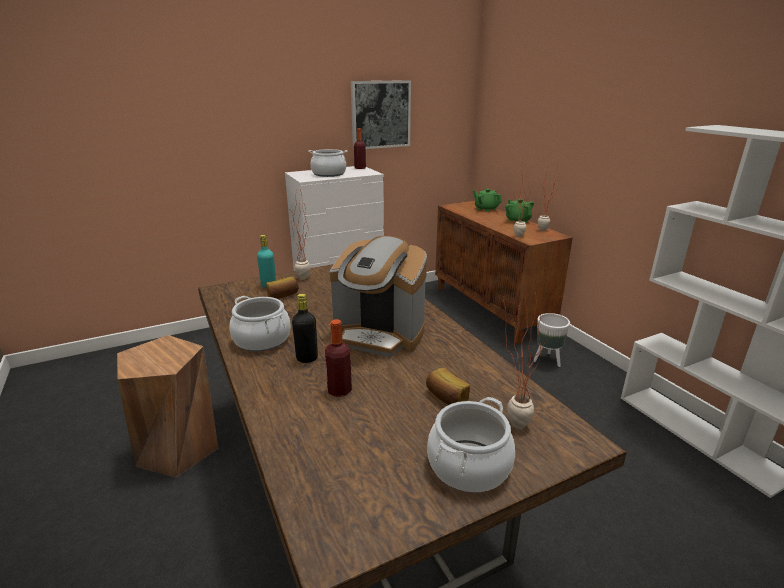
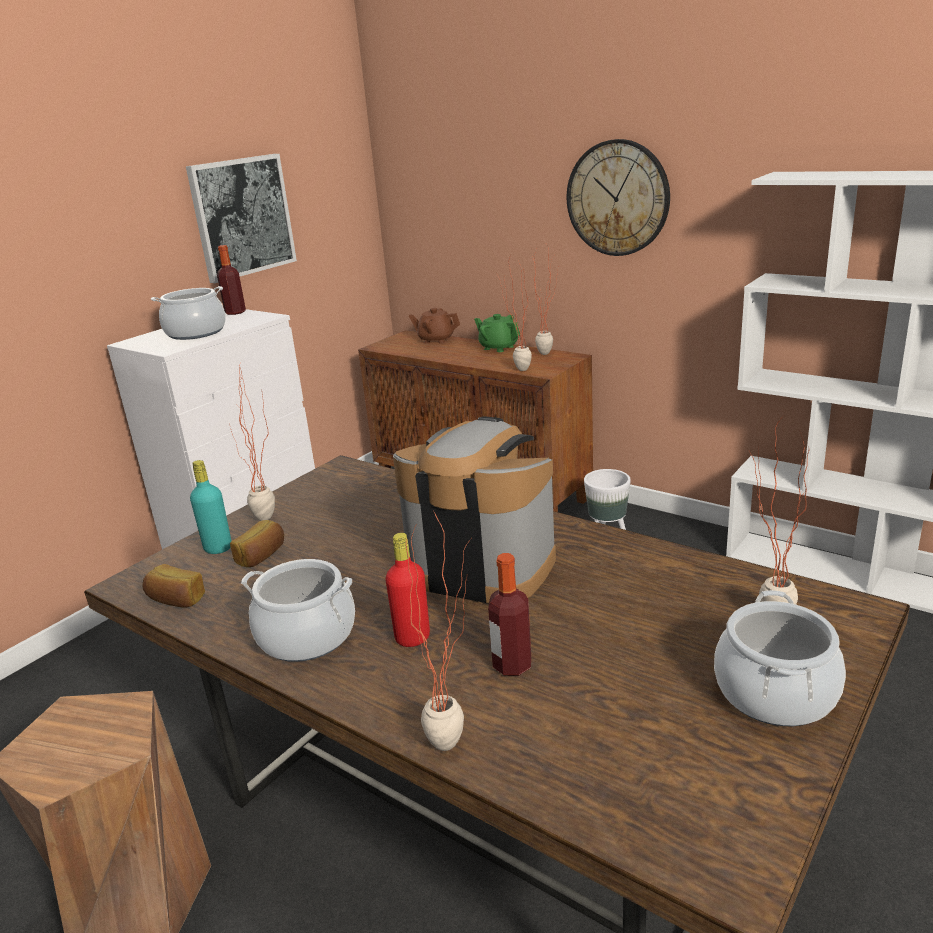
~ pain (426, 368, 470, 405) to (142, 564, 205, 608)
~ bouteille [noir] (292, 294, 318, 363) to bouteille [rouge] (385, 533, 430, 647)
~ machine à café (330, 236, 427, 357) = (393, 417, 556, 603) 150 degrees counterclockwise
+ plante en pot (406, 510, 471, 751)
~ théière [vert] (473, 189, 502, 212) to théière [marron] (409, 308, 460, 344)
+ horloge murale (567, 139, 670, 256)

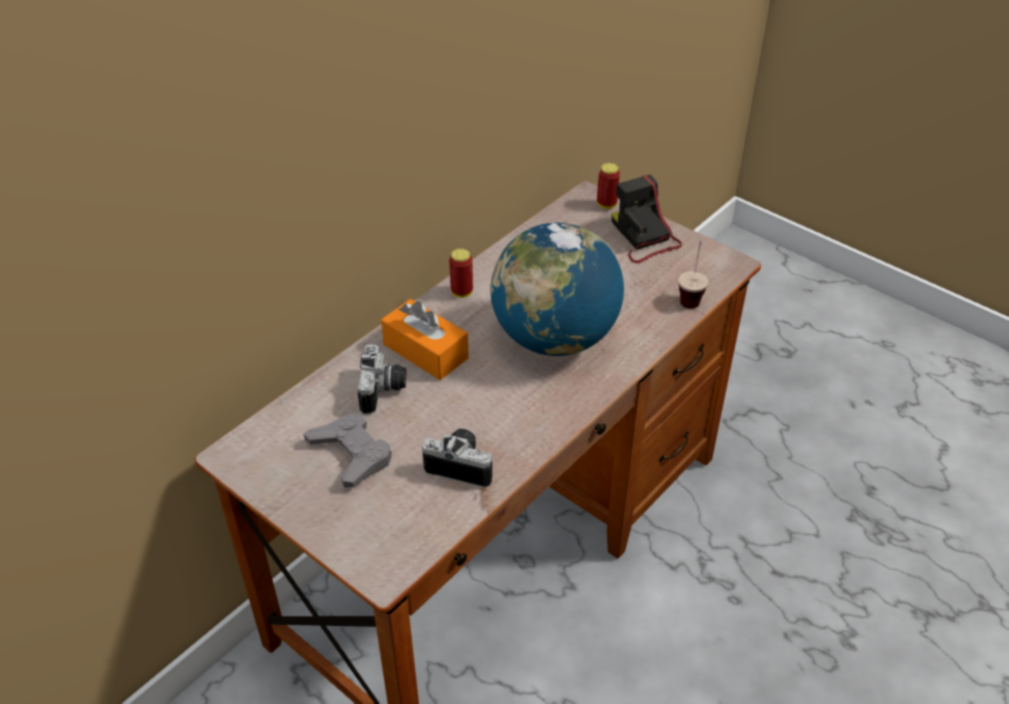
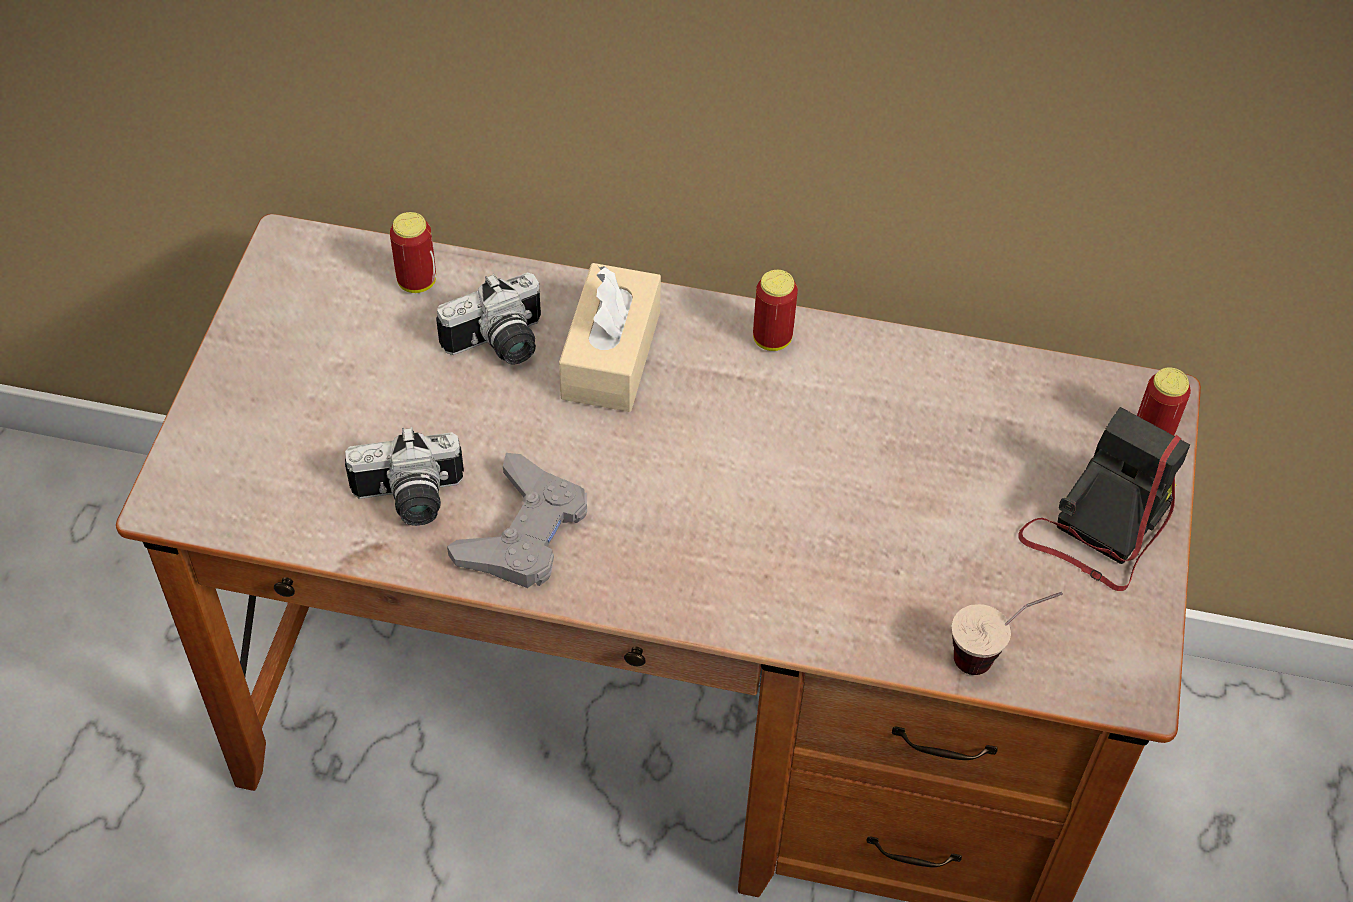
~ appareil photo (422, 429, 492, 488) = (345, 427, 464, 526) 90 degrees clockwise
+ boîte métallique (390, 212, 436, 293)
~ manette [gris] (304, 412, 392, 488) to (447, 453, 587, 588)
~ boîte à mouchoirs [orange] (381, 299, 469, 380) to boîte à mouchoirs [beige] (559, 263, 661, 412)
- globe (490, 223, 624, 356)

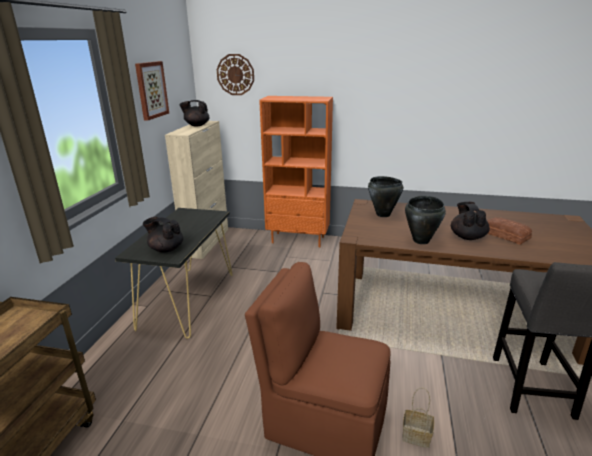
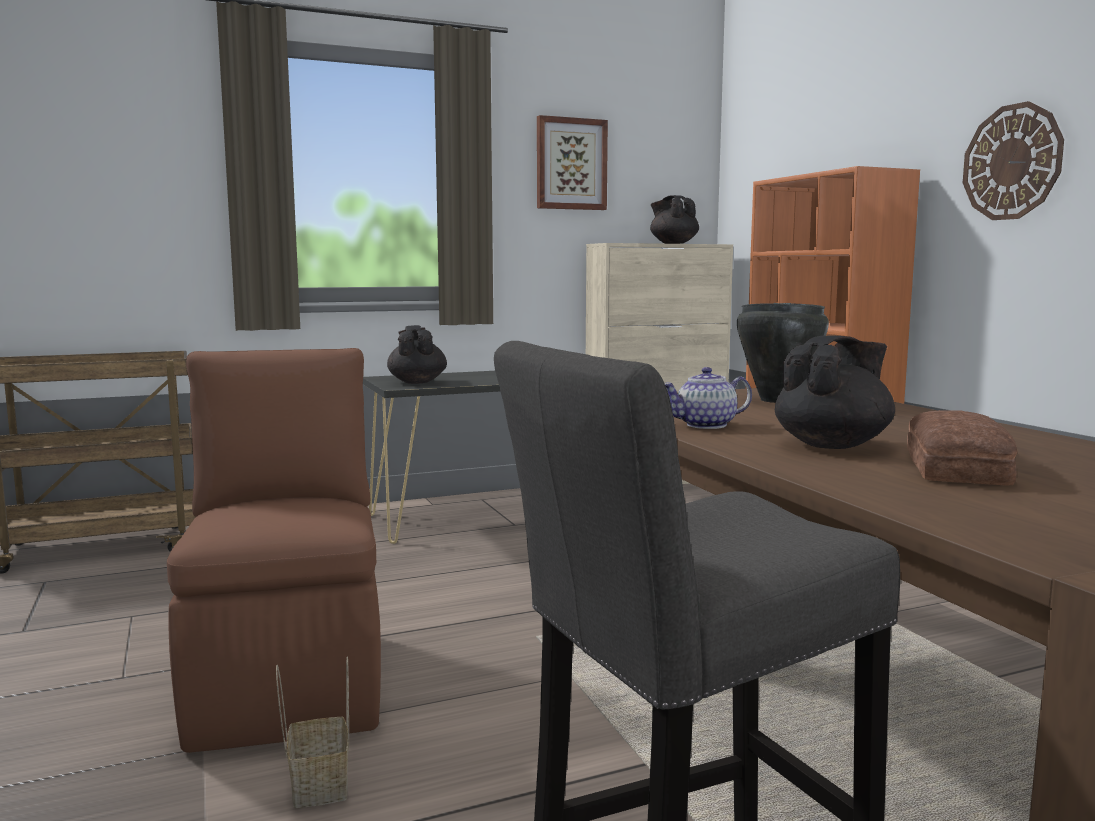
~ marmite [noir] (405, 196, 446, 244) to théière (664, 367, 752, 429)
~ horloge murale (217, 54, 254, 95) to (963, 101, 1064, 220)

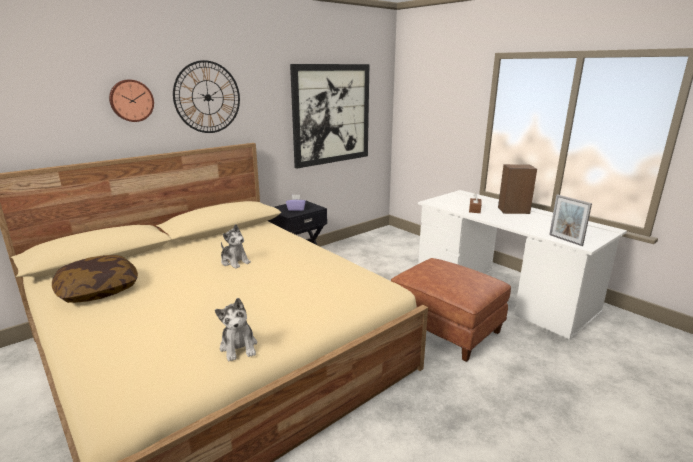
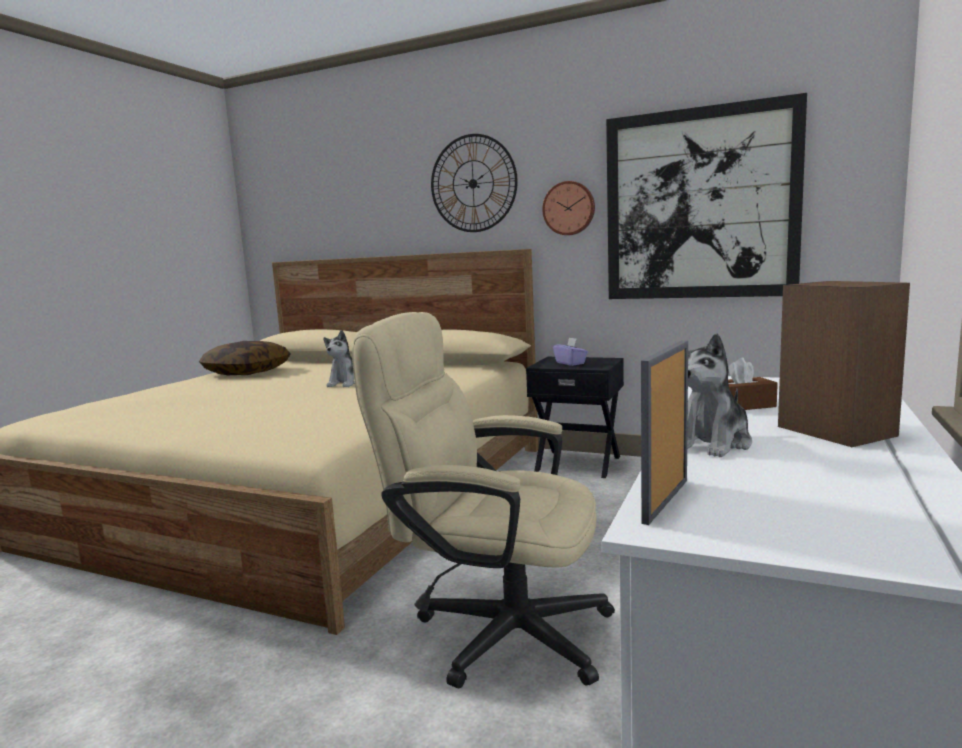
~ pouf [marron] (391, 258, 511, 362) to chaise de bureau [beige] (352, 312, 615, 688)
~ horloge murale (109, 80, 154, 122) to (542, 181, 595, 235)
~ peluche (215, 298, 257, 362) to (687, 333, 752, 457)

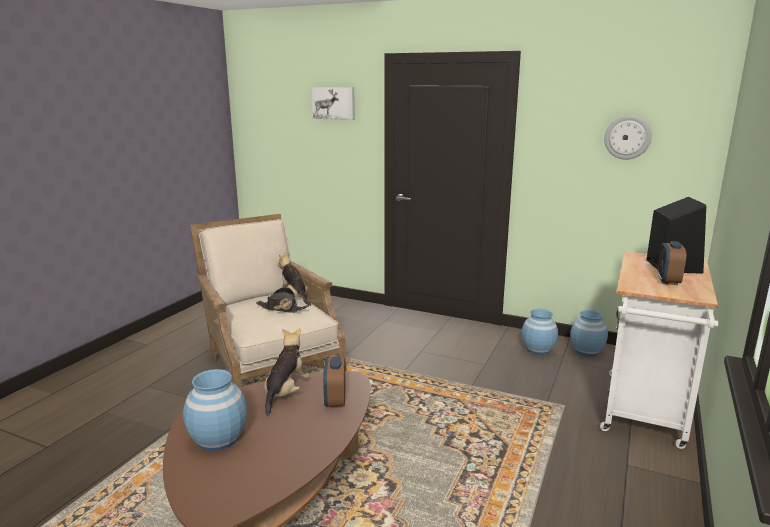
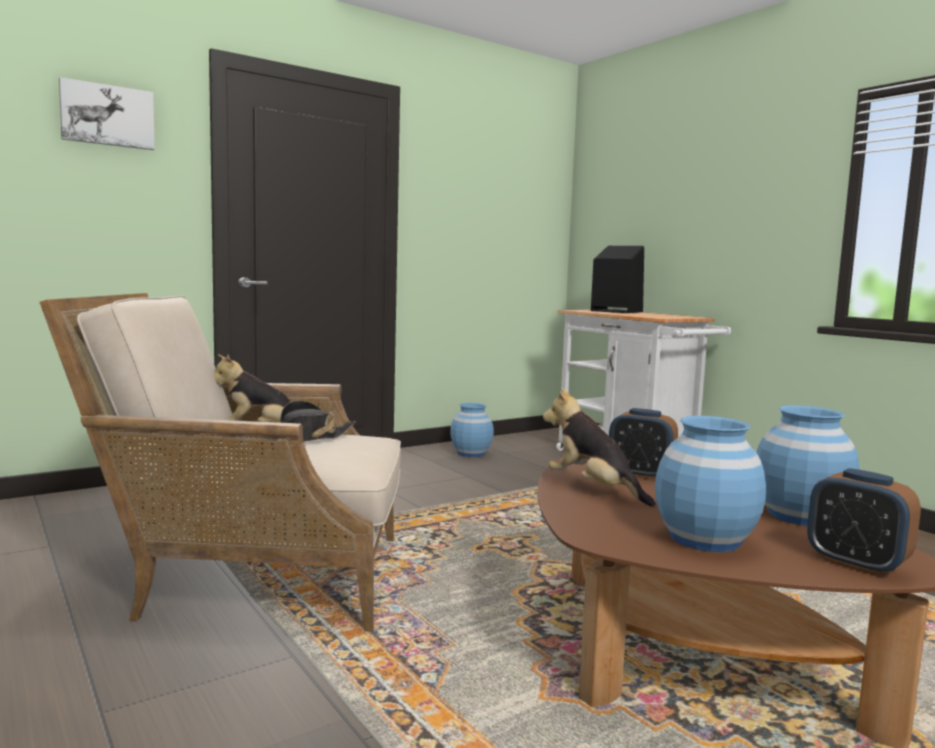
~ vase [bleu] (570, 310, 608, 356) to (756, 405, 860, 526)
~ réveil (658, 241, 686, 285) to (807, 468, 921, 576)
- horloge murale (604, 115, 652, 160)

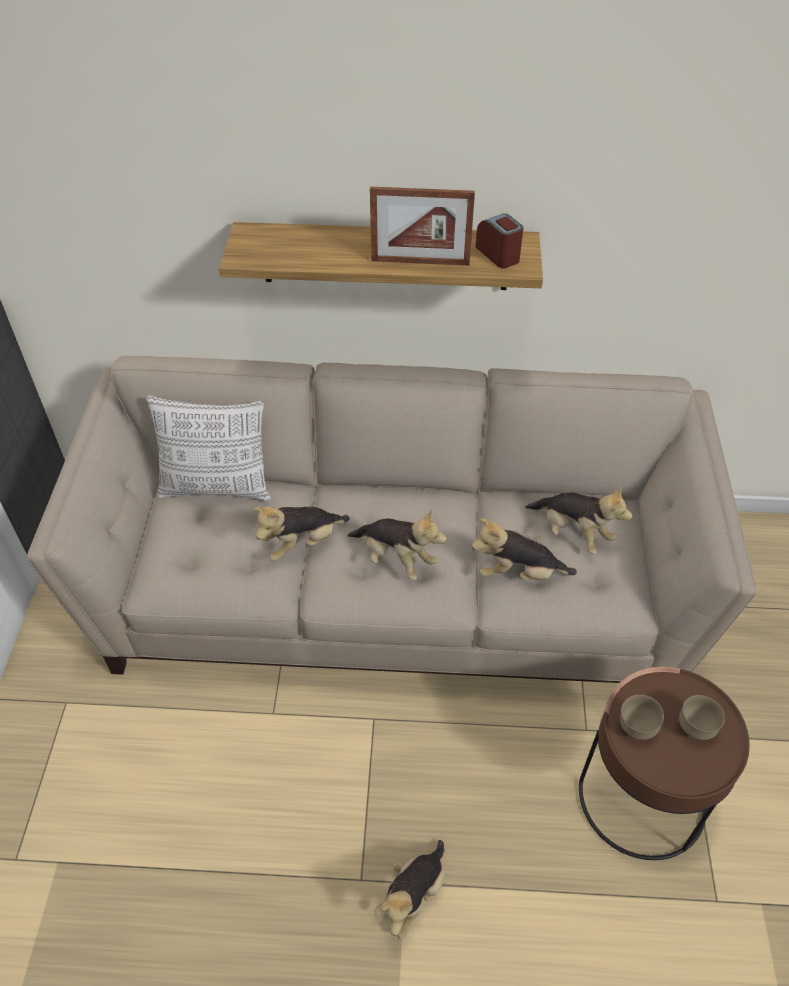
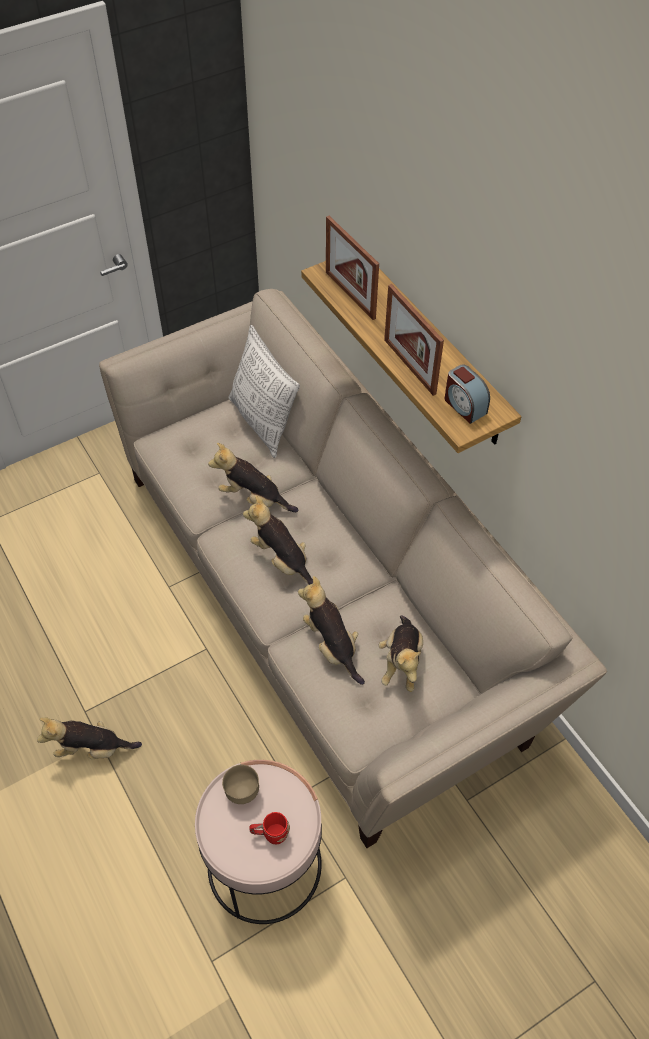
~ table d'appoint [marron] (579, 667, 750, 860) to table d'appoint [rose] (195, 760, 322, 924)
~ peluche (347, 509, 447, 581) = (243, 496, 313, 585) 135 degrees clockwise
~ bol [marron] (679, 695, 725, 740) to mug [rouge] (250, 812, 290, 845)
+ cadre photo (326, 216, 379, 320)
~ réveil (476, 213, 523, 269) = (445, 364, 490, 424) 120 degrees clockwise

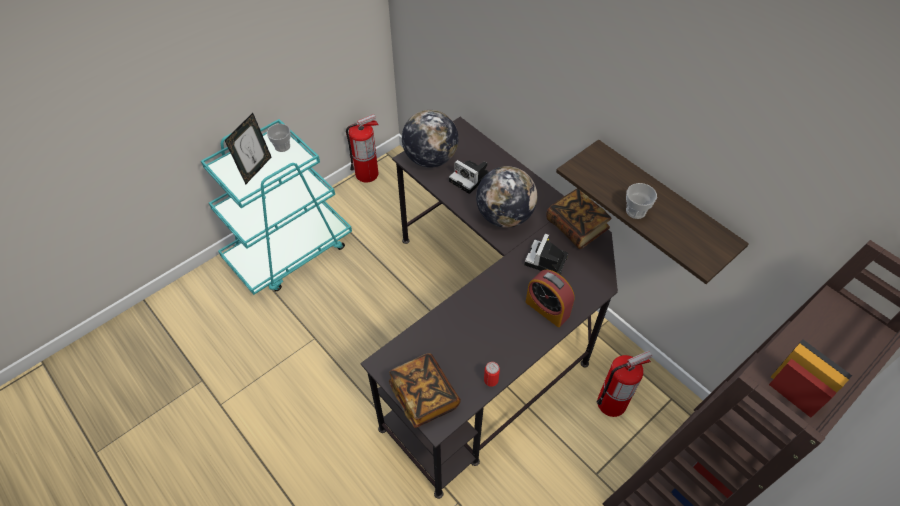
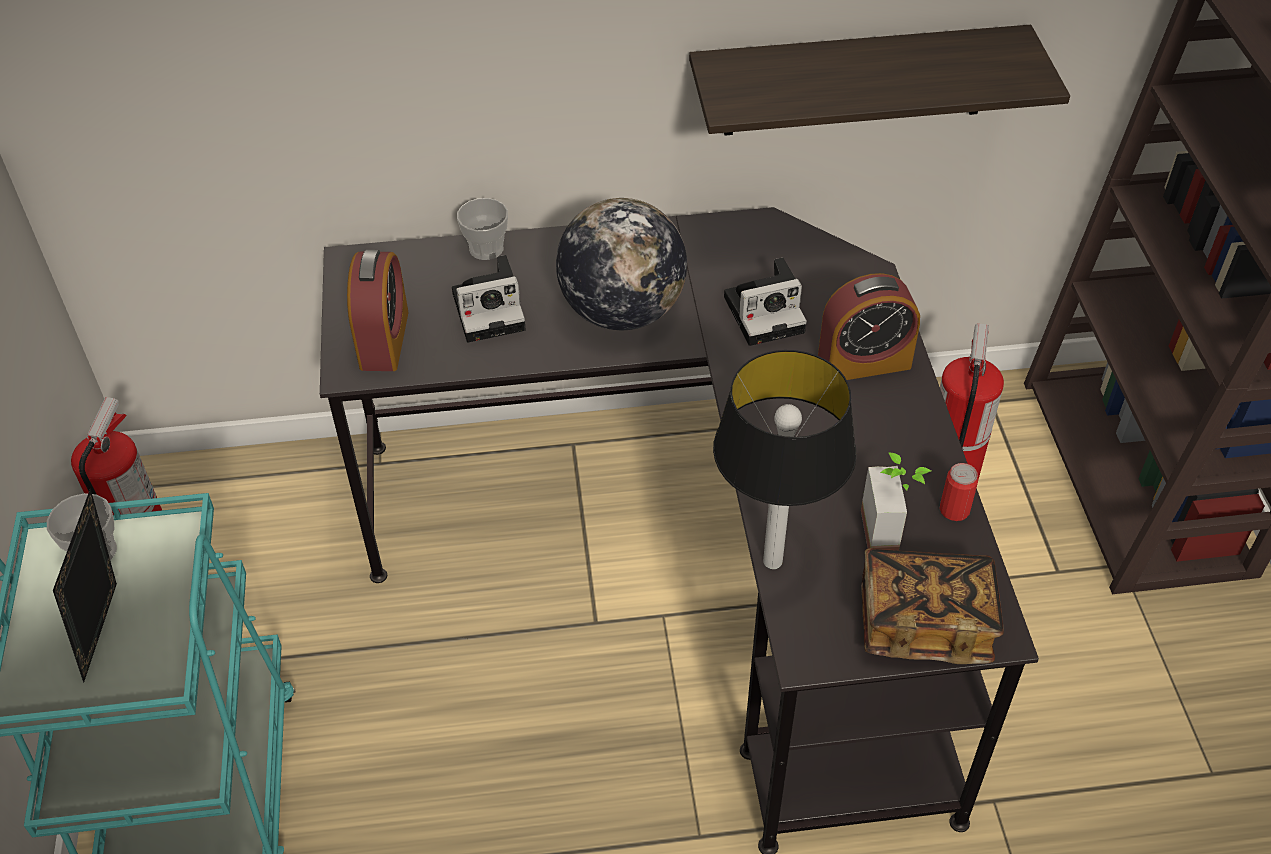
~ cadre photo (225, 113, 271, 184) = (53, 488, 117, 683) 150 degrees counterclockwise
~ globe (402, 110, 458, 168) to réveil (347, 250, 409, 371)
~ tasse (626, 183, 657, 219) to (457, 198, 508, 260)
+ lampe de table (713, 350, 857, 569)
~ appareil photo (524, 233, 568, 275) = (724, 258, 807, 346) 75 degrees counterclockwise
+ plante en pot (861, 452, 931, 550)
- livre (546, 188, 611, 249)

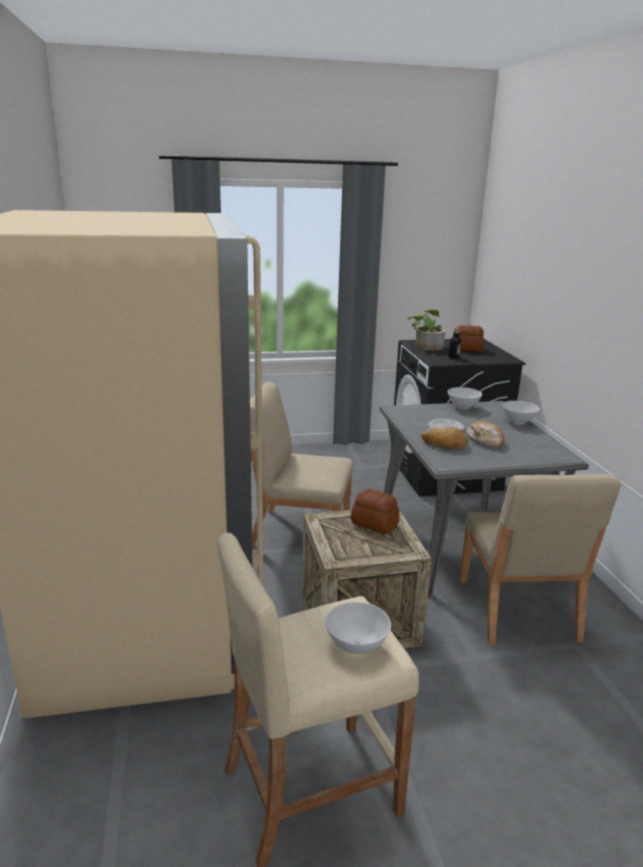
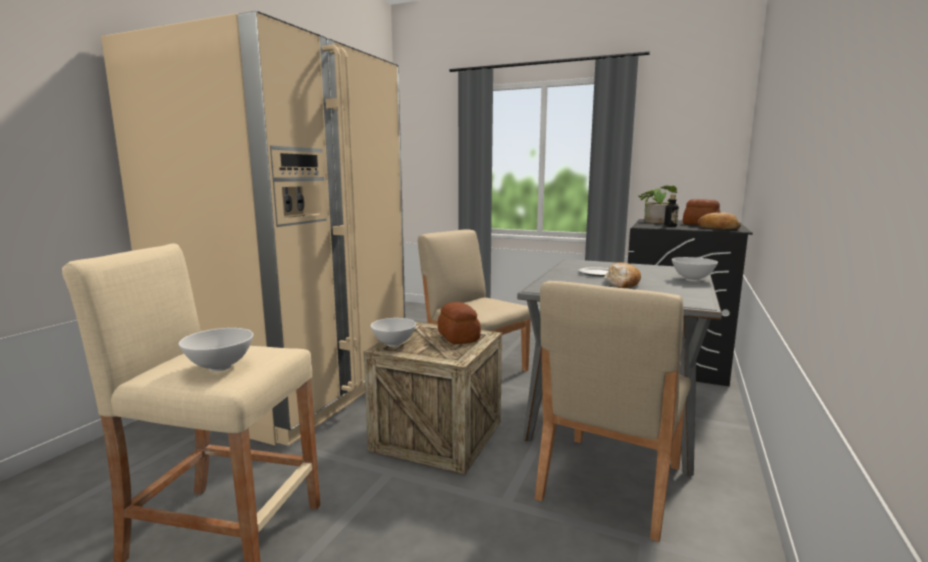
~ bol [blanc] (448, 387, 482, 409) to (371, 318, 416, 347)
~ pain (421, 425, 468, 449) to (698, 213, 741, 230)

